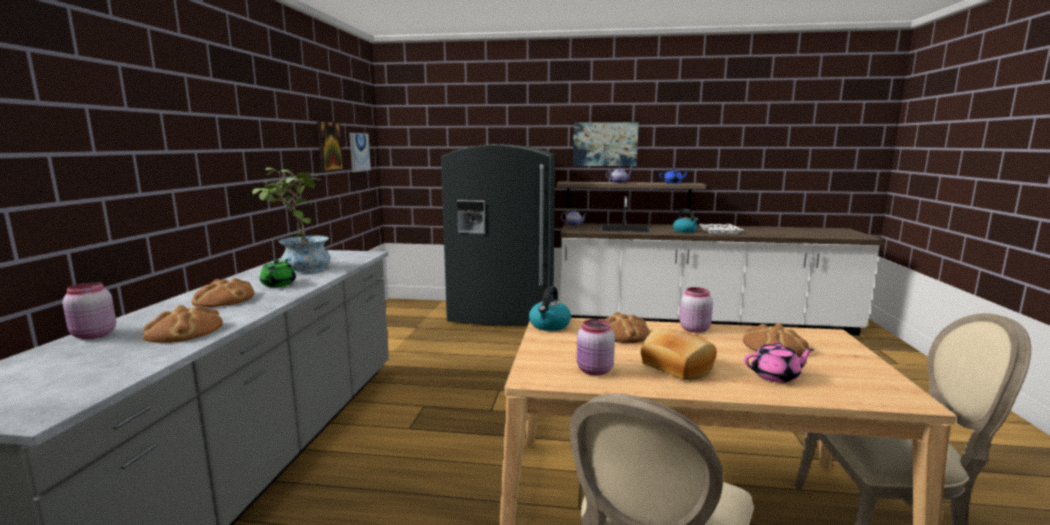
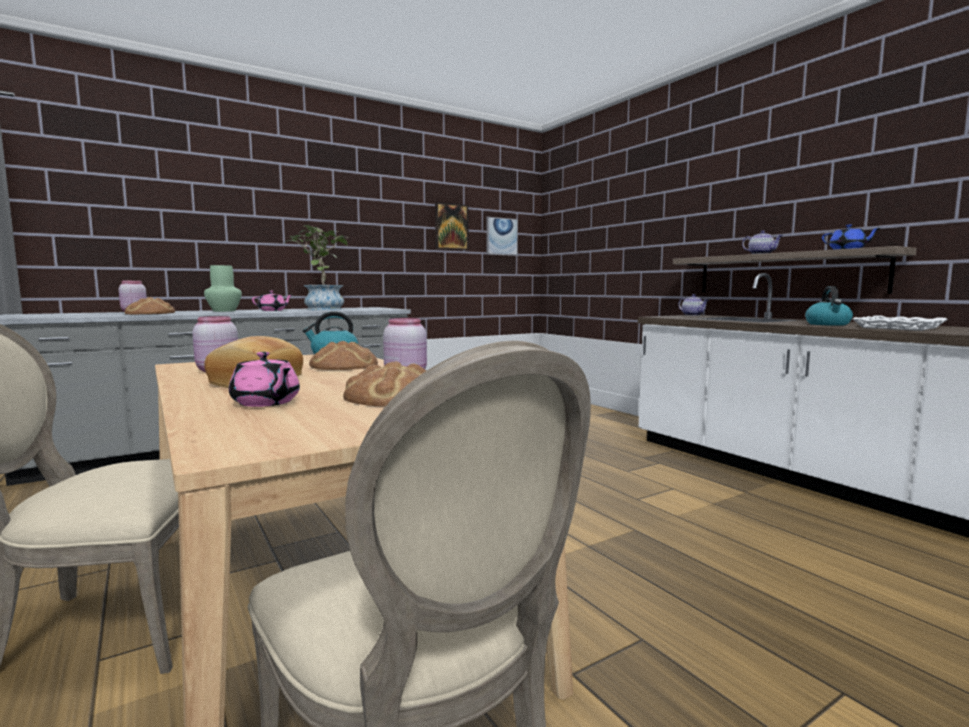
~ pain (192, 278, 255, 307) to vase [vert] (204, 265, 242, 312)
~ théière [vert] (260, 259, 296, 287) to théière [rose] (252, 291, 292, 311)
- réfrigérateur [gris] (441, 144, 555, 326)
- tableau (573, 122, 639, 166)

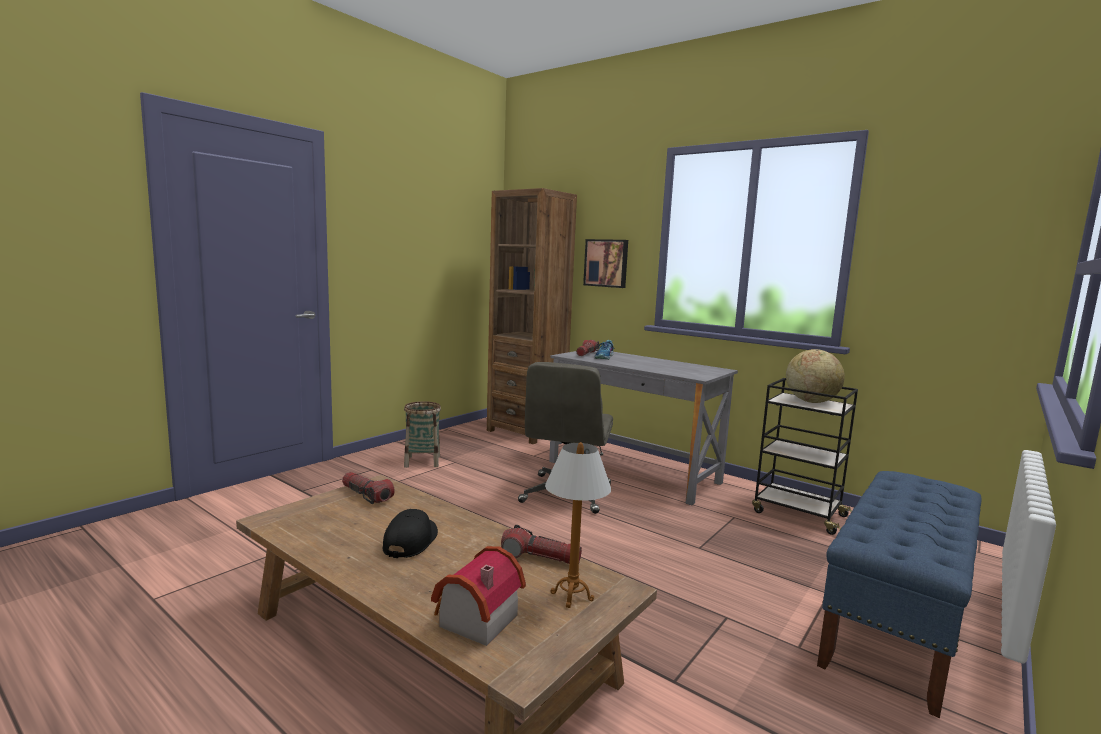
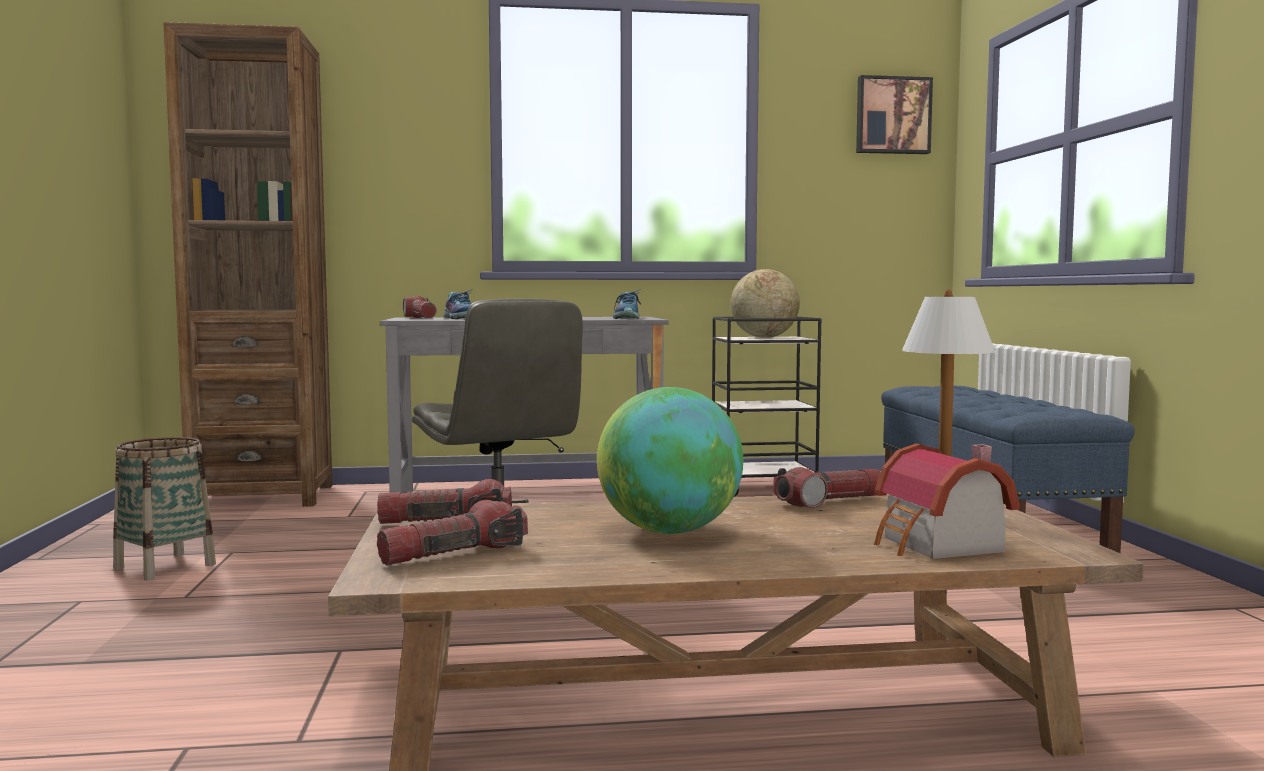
+ lampe de poche (377, 500, 528, 565)
~ casquette [noir] (382, 509, 438, 558) to globe (597, 387, 743, 534)
+ chaussure (613, 289, 641, 319)
~ tableau (583, 239, 628, 288) to (856, 75, 933, 154)

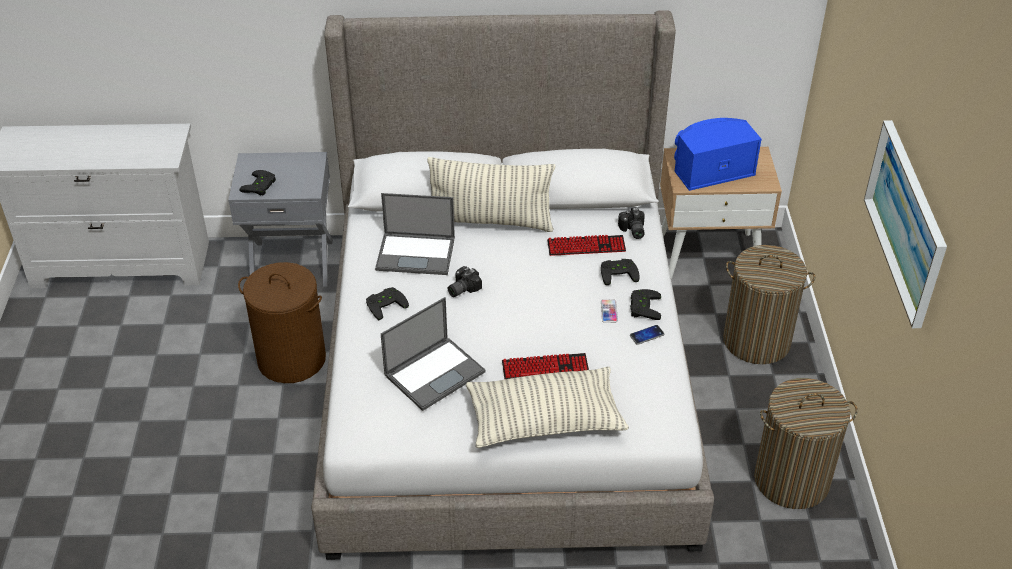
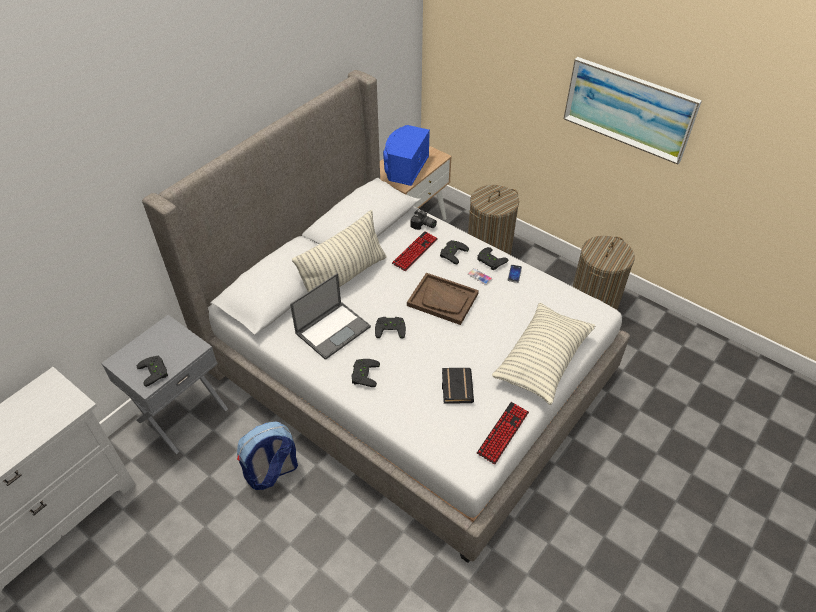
~ panier à linge [marron] (238, 262, 326, 383) to sac à dos (237, 421, 298, 490)
~ appareil photo (448, 266, 482, 297) to manette [noir] (375, 317, 406, 338)
+ plateau [marron] (407, 273, 479, 325)
~ ordinateur portable (381, 297, 486, 411) to livre [noir] (442, 368, 474, 404)
~ clavier (502, 353, 589, 379) to (477, 402, 529, 465)

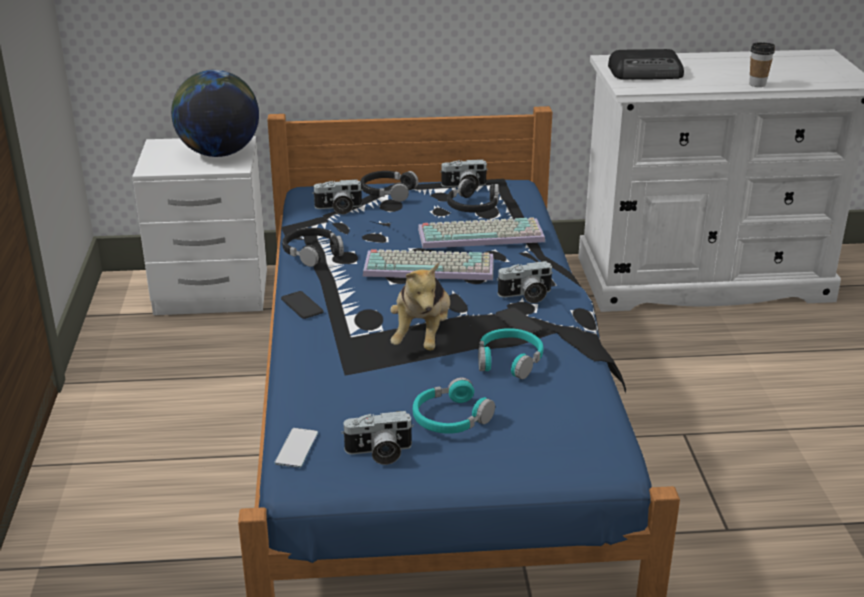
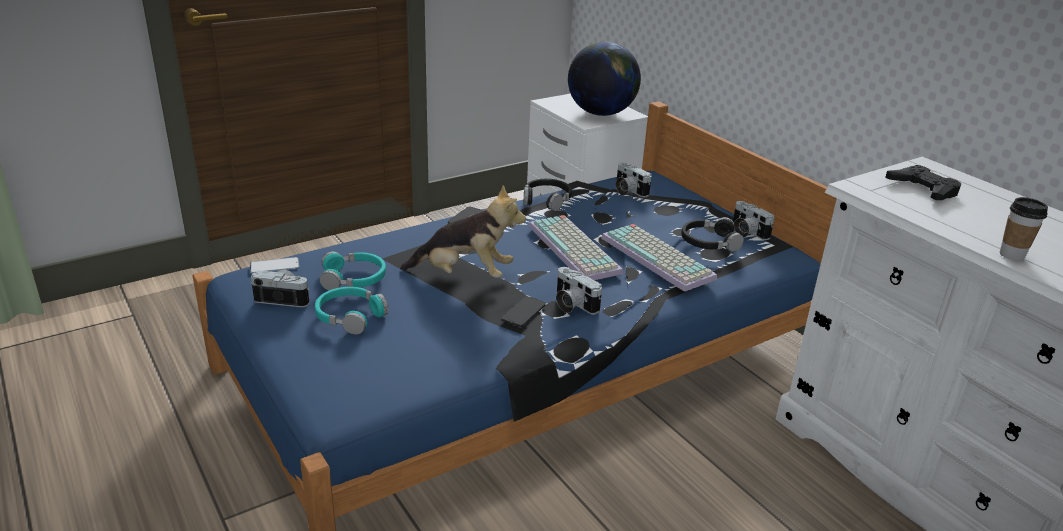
~ appareil photo (341, 411, 414, 465) = (251, 270, 310, 307) 135 degrees clockwise
~ casque audio [turquoise] (478, 328, 543, 379) to (320, 251, 386, 290)
~ peluche (390, 262, 450, 351) = (400, 185, 526, 278) 150 degrees counterclockwise
~ radio (608, 49, 684, 80) to manette [noir] (885, 165, 961, 200)
- casque audio [noir] (360, 171, 419, 202)

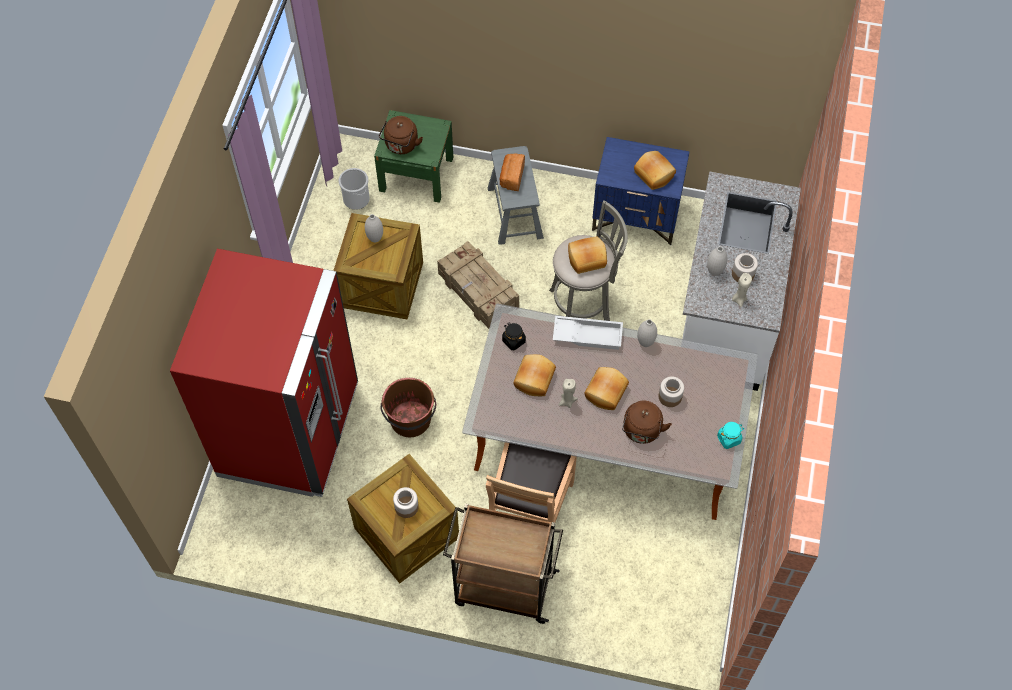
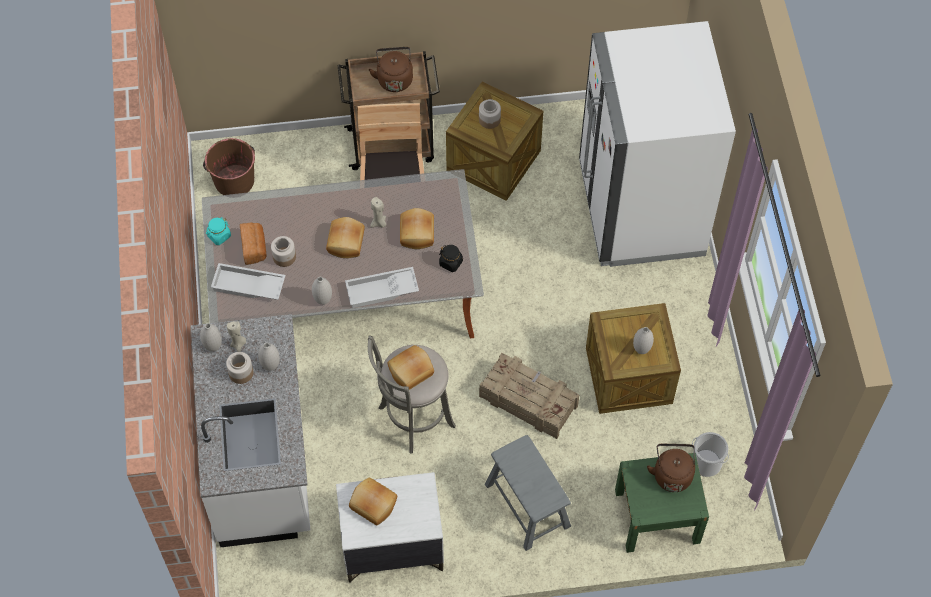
+ vase [blanc] (200, 323, 222, 352)
~ seau [marron] (381, 378, 436, 437) to (203, 138, 255, 195)
+ plateau [blanc] (211, 263, 286, 300)
~ pain (499, 154, 525, 191) to (240, 223, 266, 265)
~ table de chevet [bleu] (592, 137, 690, 245) to table de chevet [blanc] (336, 472, 444, 583)
~ bouilloire [marron] (622, 400, 672, 444) to (369, 47, 413, 92)
~ réfrigérateur [rouge] (170, 249, 358, 497) to réfrigérateur [blanc] (579, 21, 736, 267)

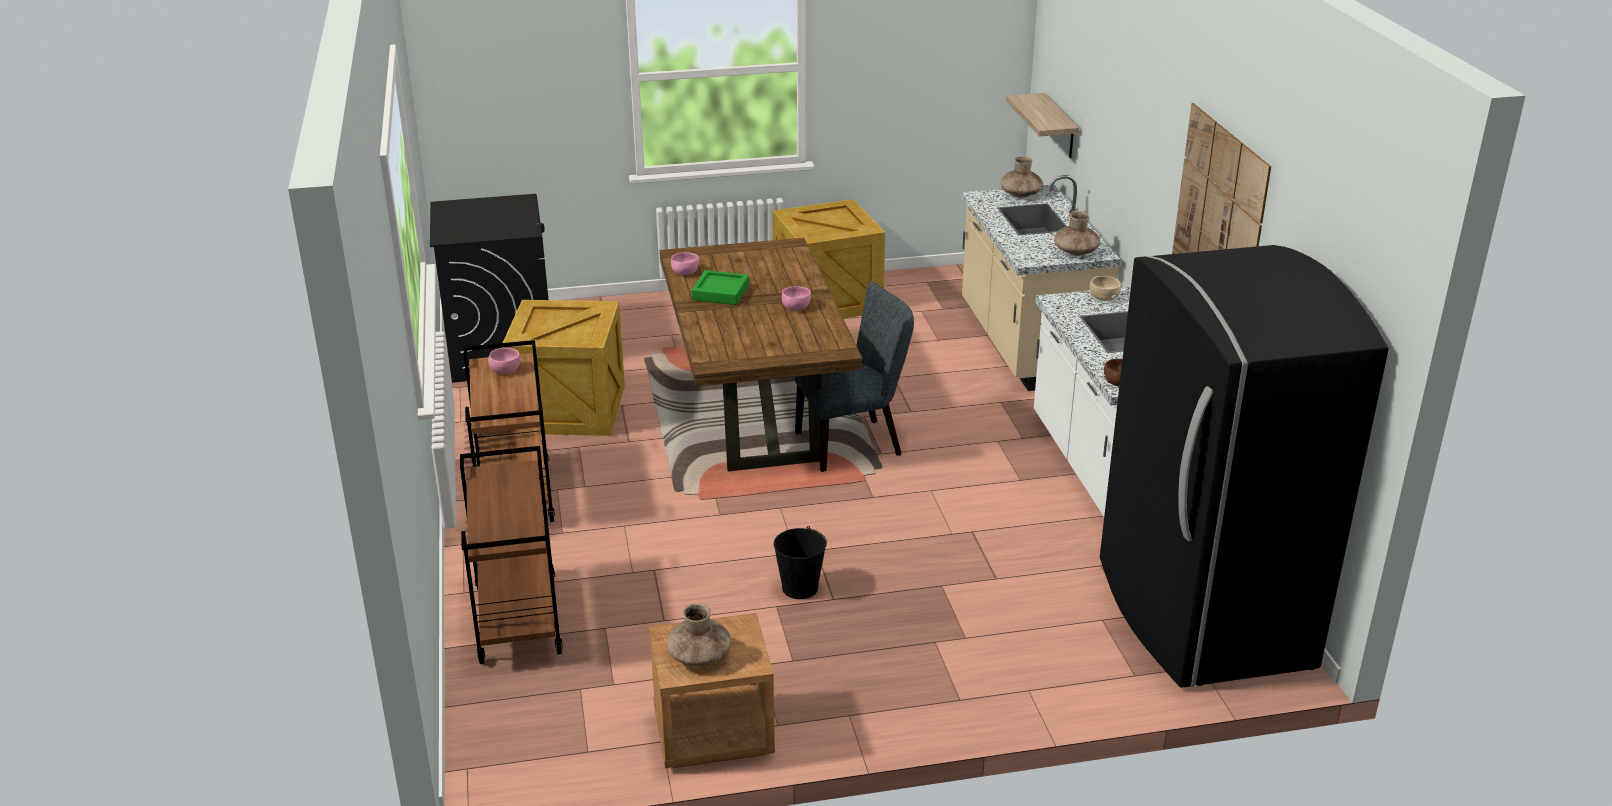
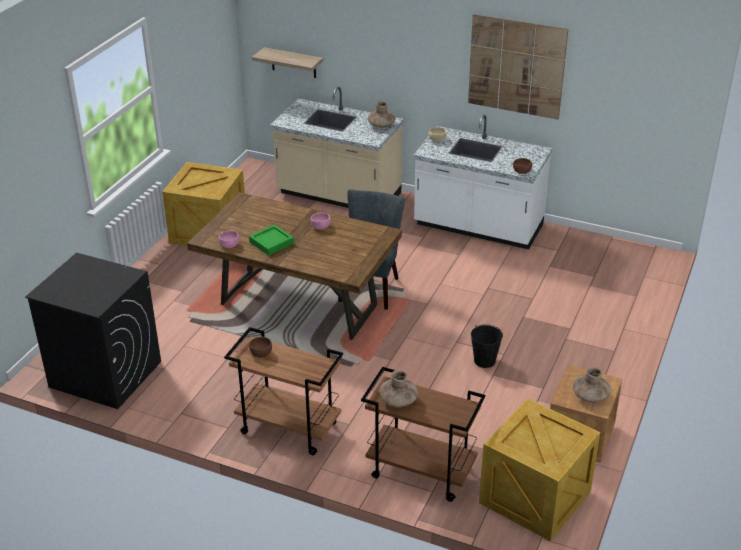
~ bol [rose] (488, 348, 521, 374) to bol [marron] (249, 337, 272, 357)
~ vase [marron] (1001, 156, 1043, 198) to (379, 370, 418, 407)
~ caisse (501, 300, 625, 436) to (479, 398, 600, 541)
- réfrigérateur [noir] (1100, 245, 1388, 688)

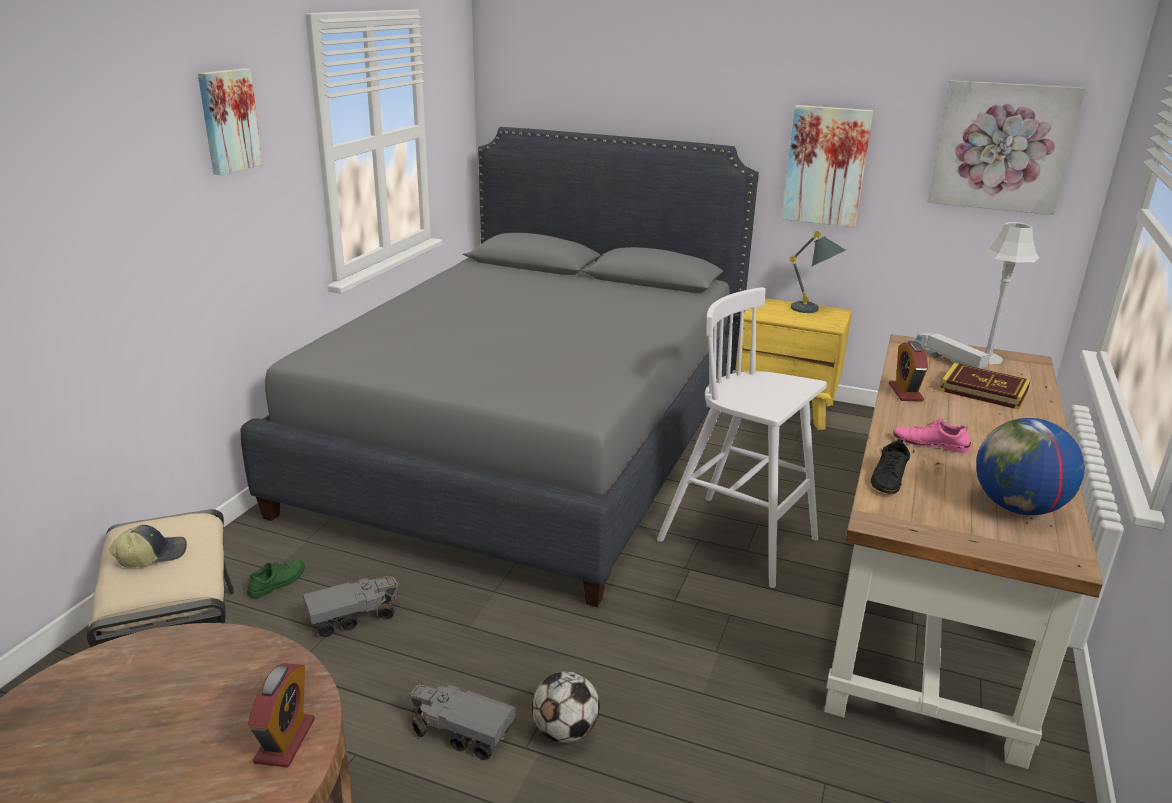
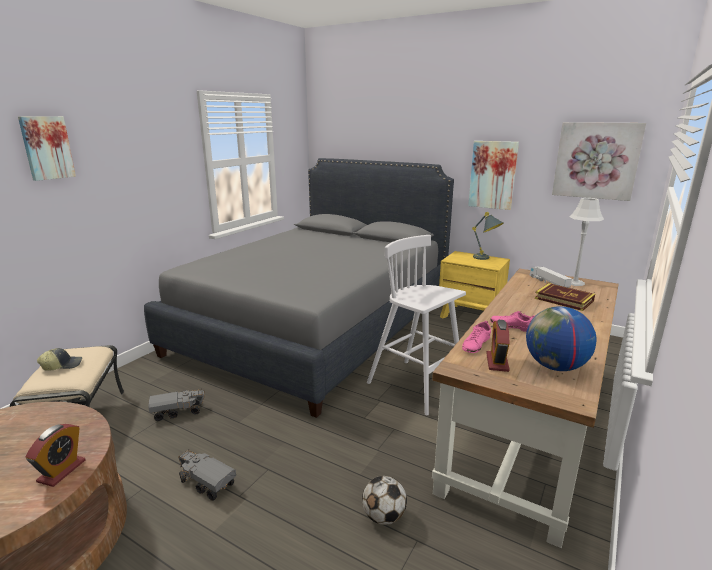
~ tableau (198, 68, 263, 175) to (18, 116, 76, 181)
~ ballon de foot (532, 671, 600, 743) to (362, 476, 407, 525)
~ chaussure [noir] (871, 439, 910, 494) to chaussure [rose] (462, 321, 491, 353)
~ réveil (889, 341, 928, 402) to (486, 320, 510, 372)
- chaussure [vert] (247, 559, 305, 598)

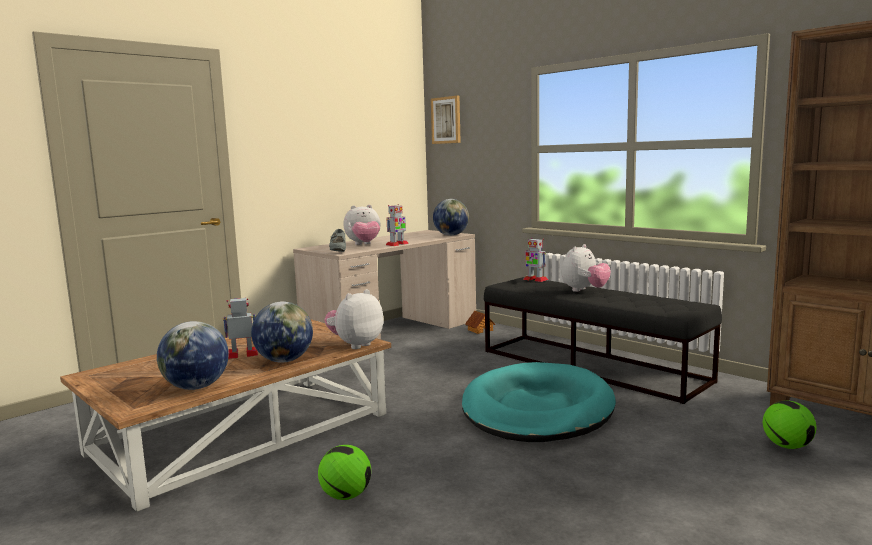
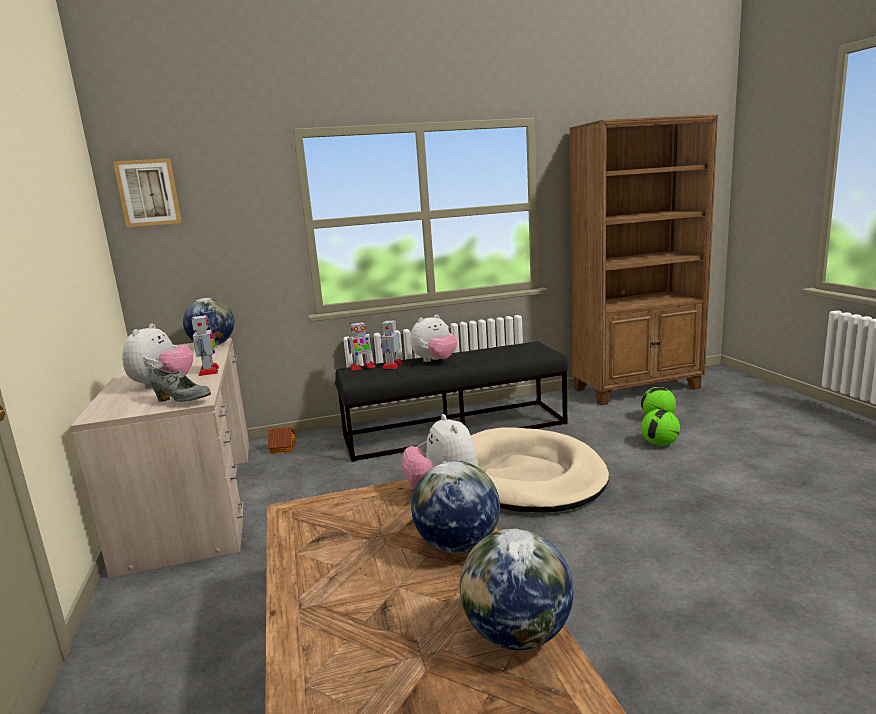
~ robot jouet (223, 298, 258, 359) to (381, 319, 402, 369)
~ peluche (562, 244, 611, 292) = (410, 314, 457, 362) 75 degrees clockwise
~ panier pour chien [turquoise] (462, 362, 616, 442) to panier pour chien [beige] (471, 427, 609, 512)
~ ballon de foot (318, 445, 371, 500) to (641, 409, 680, 446)

